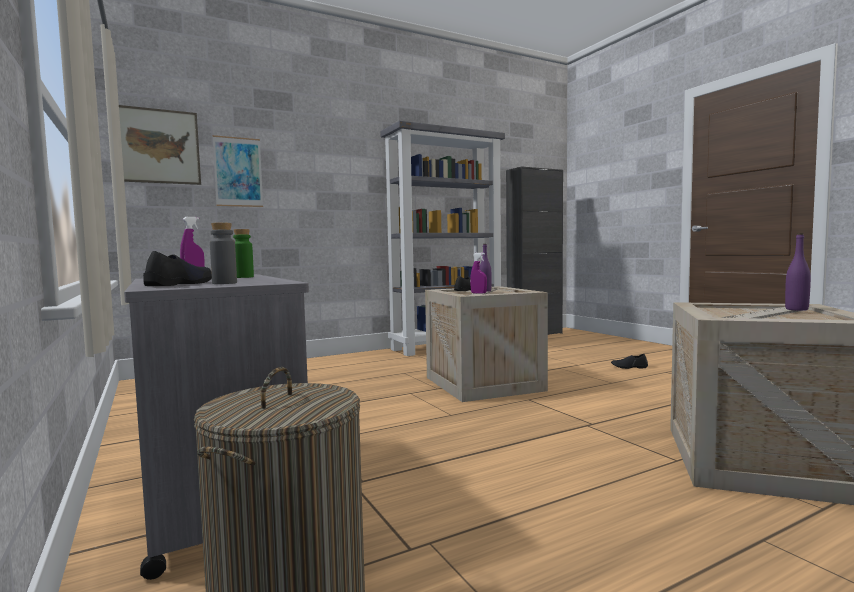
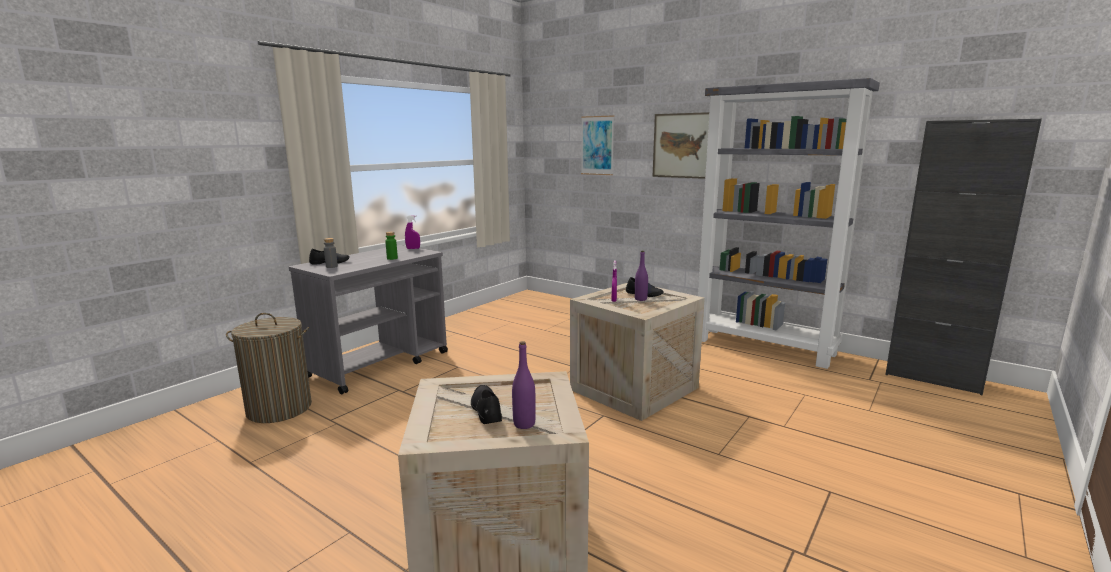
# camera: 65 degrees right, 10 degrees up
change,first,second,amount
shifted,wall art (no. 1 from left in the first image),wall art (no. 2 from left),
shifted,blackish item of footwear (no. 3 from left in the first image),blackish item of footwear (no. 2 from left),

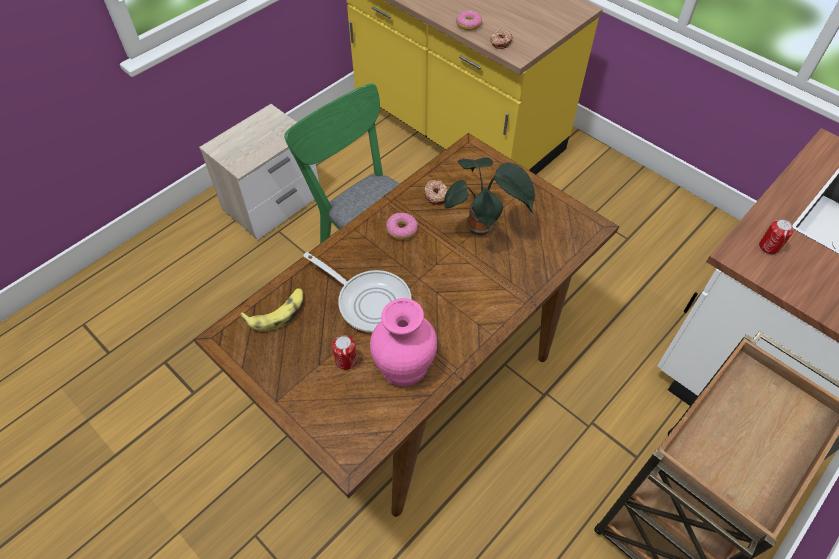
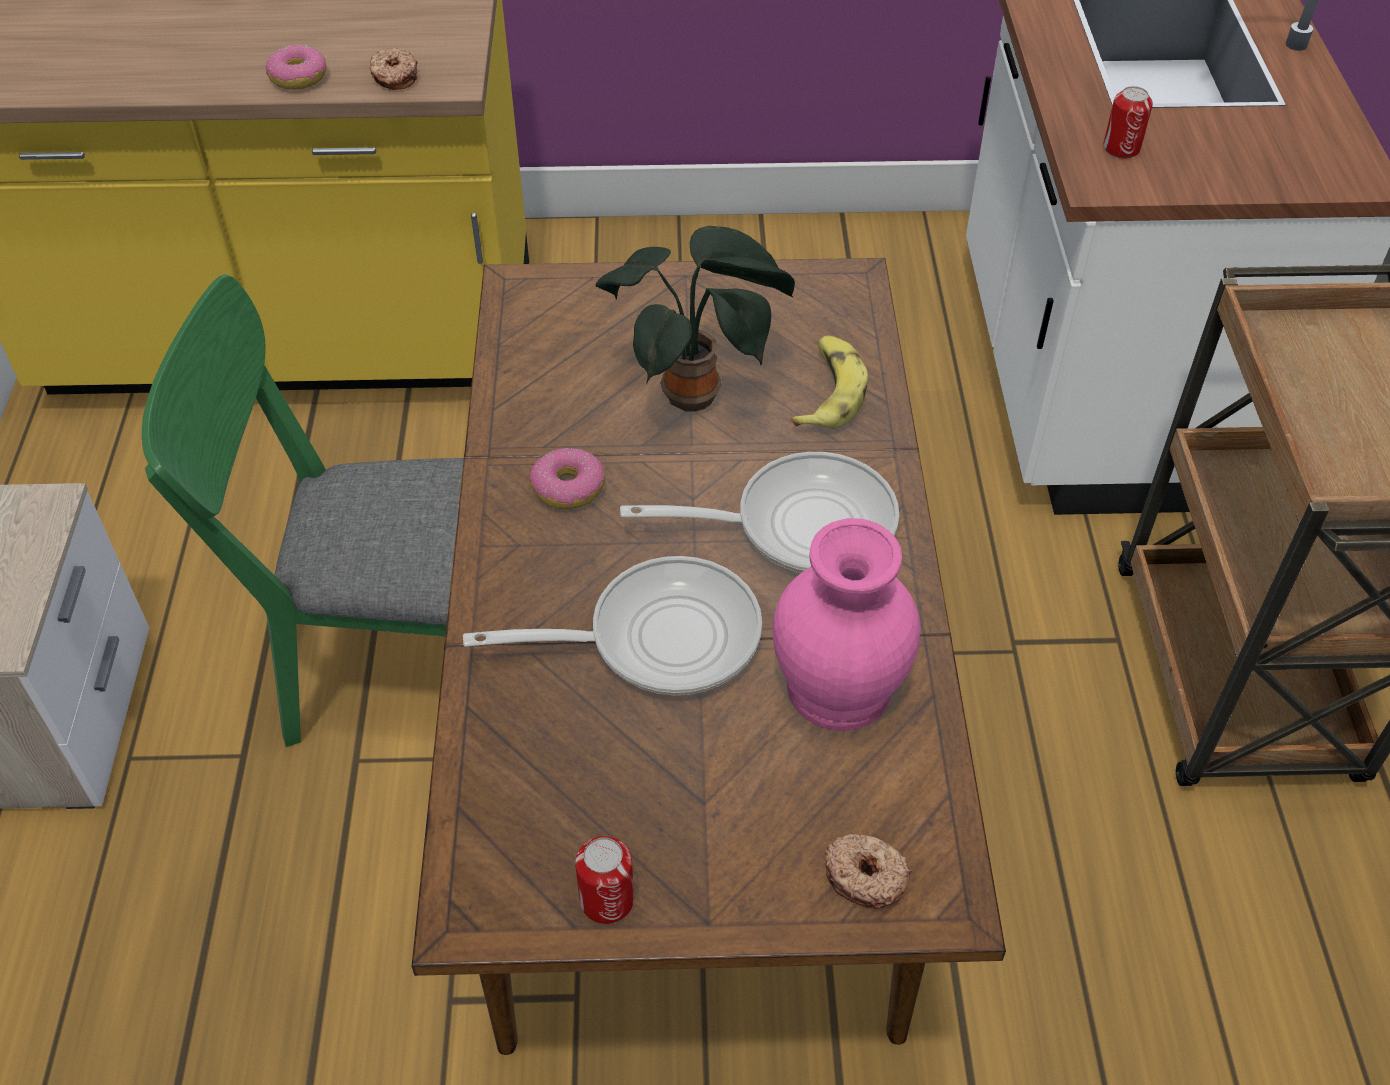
# camera: 45 degrees left, 5 degrees down
change,first,second,amount
shifted,donut (no. 2 from left in the first image),donut (no. 4 from left),
shifted,banana fruit,,
shifted,metal can (no. 1 from left),,
new,,pan (no. 2 from left),

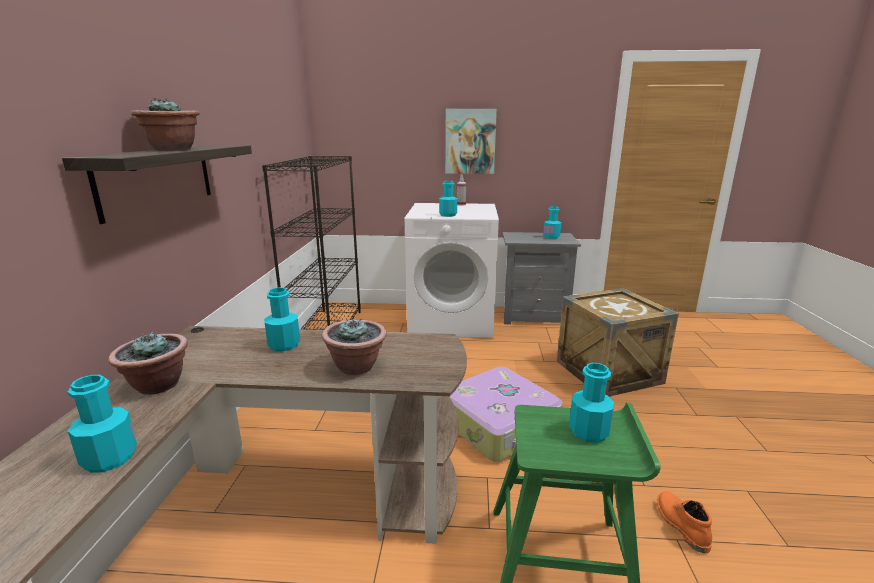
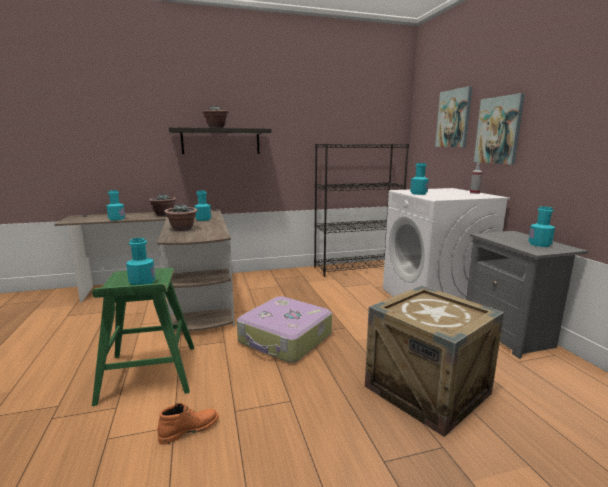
# camera: 70 degrees right, 5 degrees down
change,first,second,amount
new,,wall art (no. 1 from left),

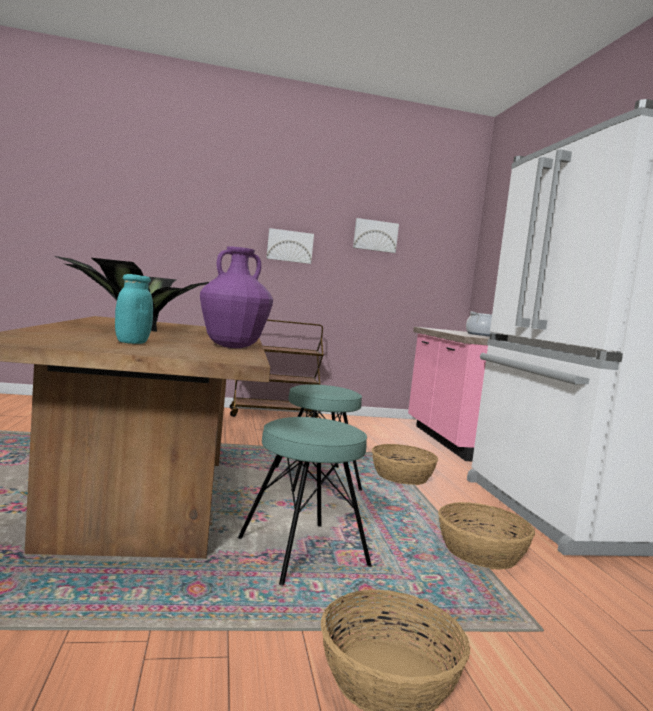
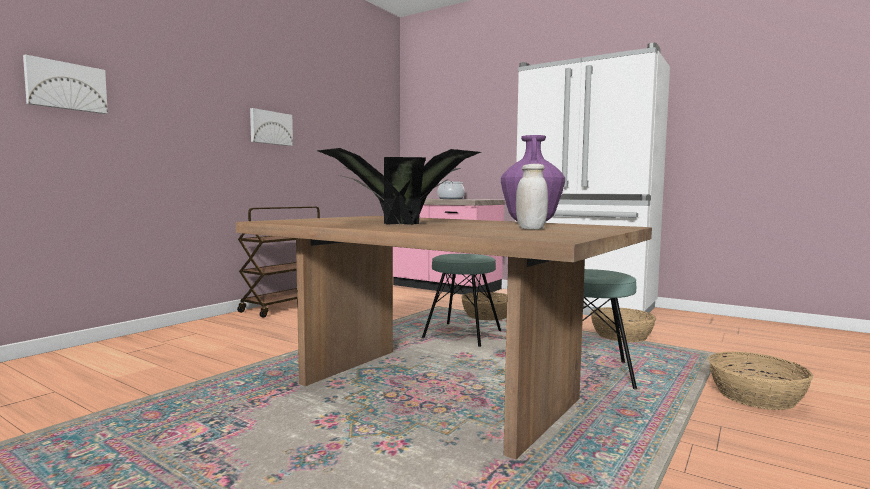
# camera: 45 degrees left, 0 degrees up
change,first,second,amount
shifted,wall art (no. 2 from left in the first image),wall art (no. 1 from left),
repainted,blue-green storage jar,white-coloured storage jar,

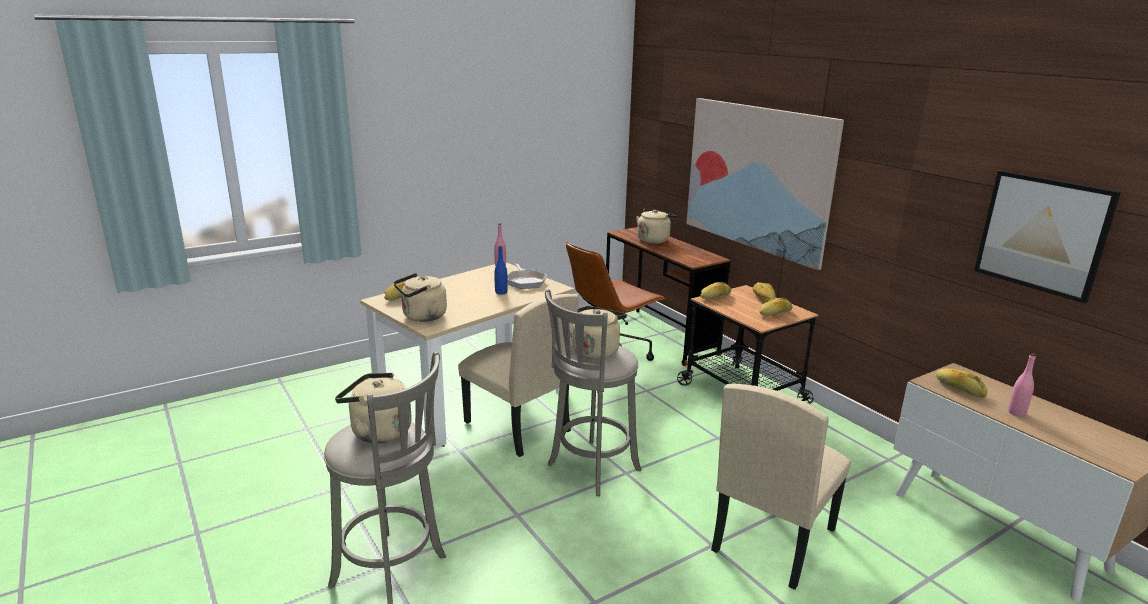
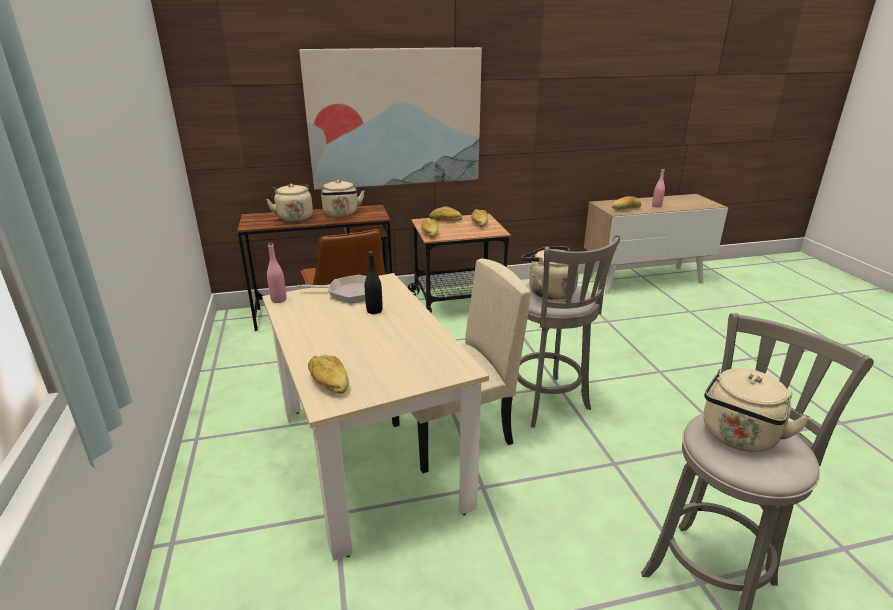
# camera: 70 degrees left, 5 degrees up
change,first,second,amount
gone,wall art (no. 2 from left),,
repainted,blue-coloured drink bottle,blackish drink bottle,
shifted,sand-coloured tea kettle (no. 2 from left),,
gone,sand-coloured plain chair (no. 2 from left),,

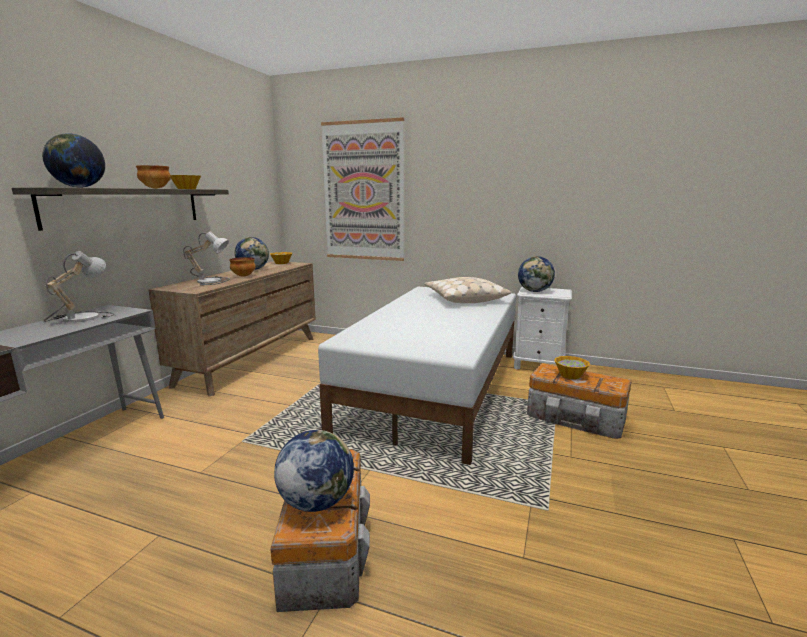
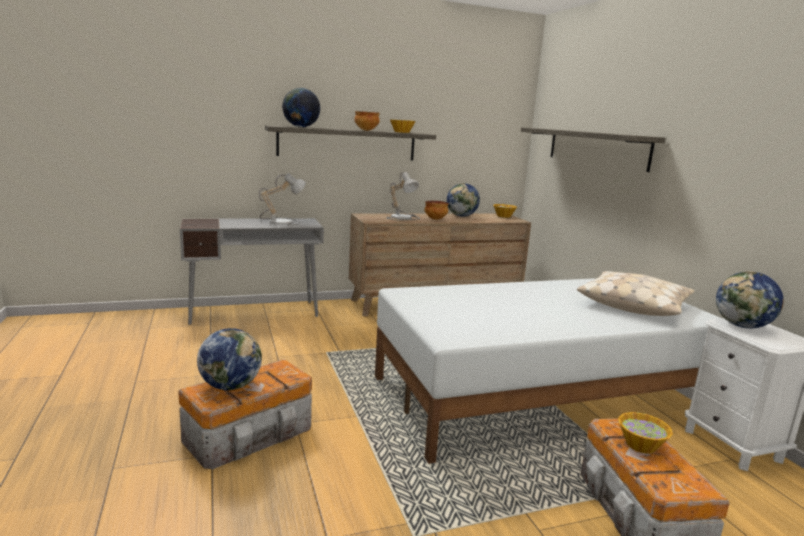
# camera: 50 degrees right, 0 degrees up
change,first,second,amount
swapped,wall art,shelf (no. 2 from left),

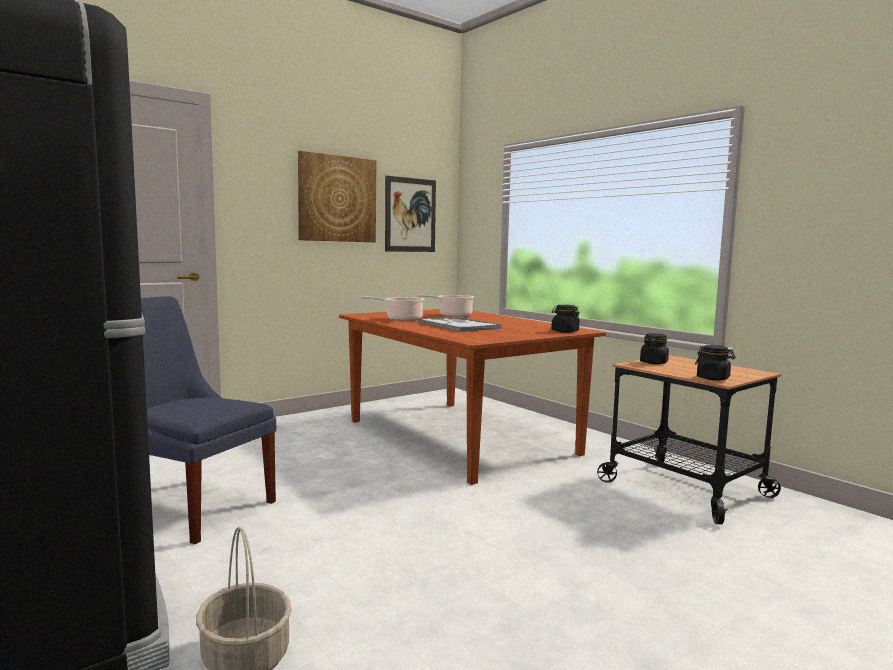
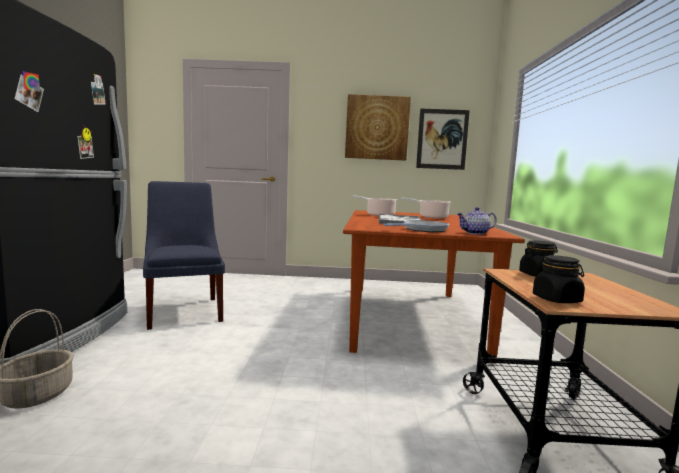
# camera: 40 degrees right, 0 degrees up
change,first,second,amount
swapped,blackish storage jar (no. 1 from left),tea pot,
new,,pan,

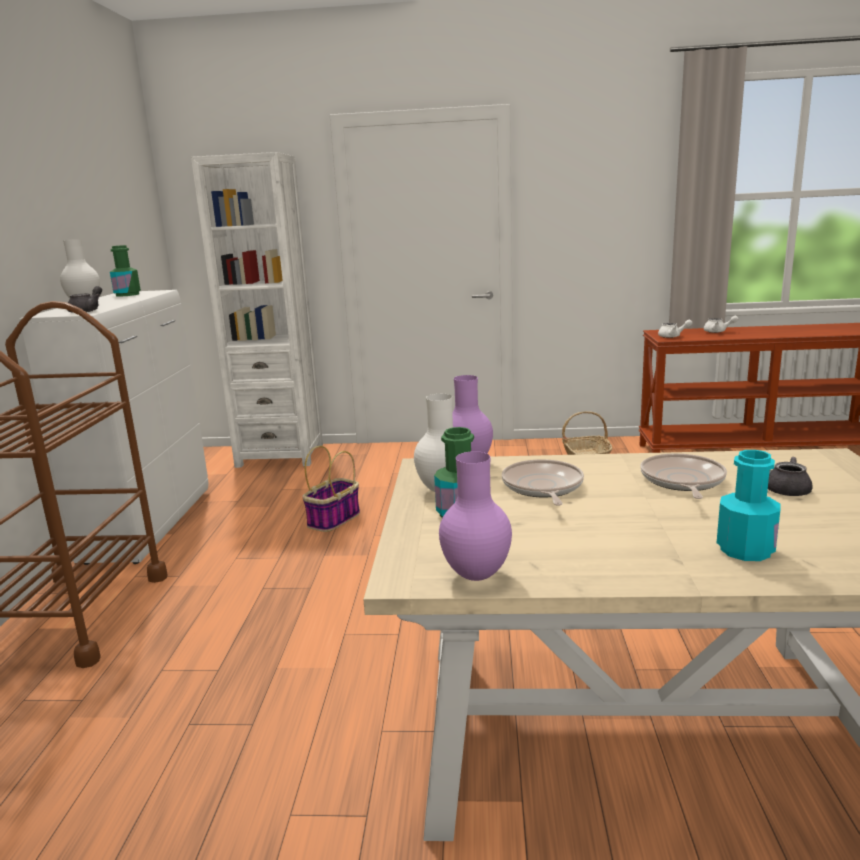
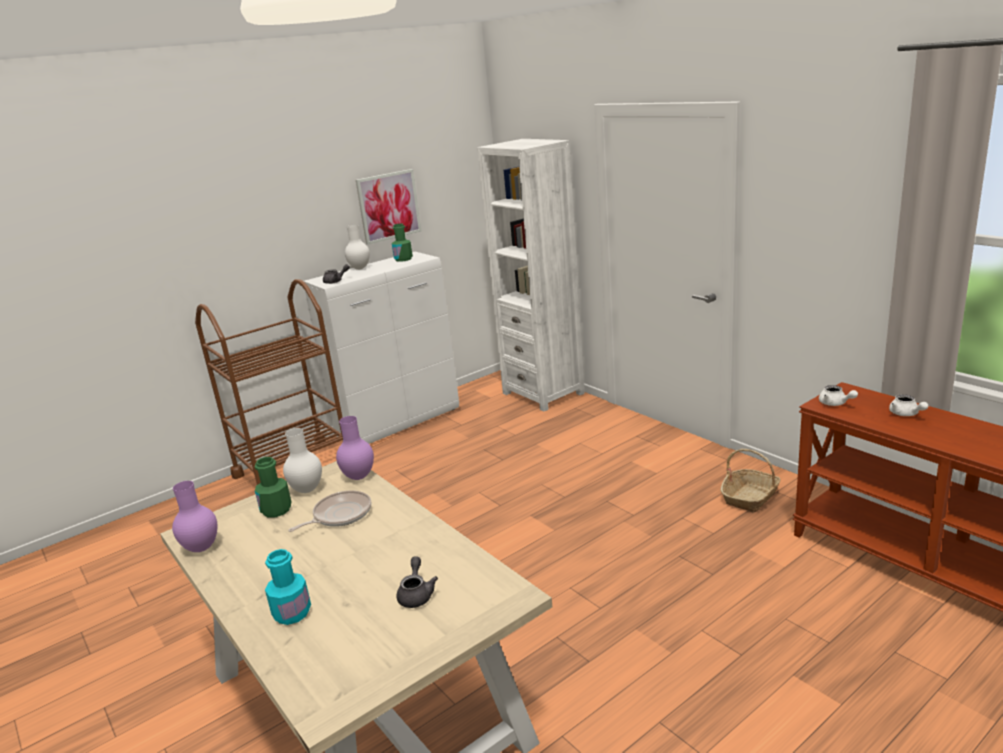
# camera: 50 degrees right, 5 degrees up
change,first,second,amount
gone,household basket (no. 1 from left),,
gone,pan (no. 2 from left),,
new,,wall art,

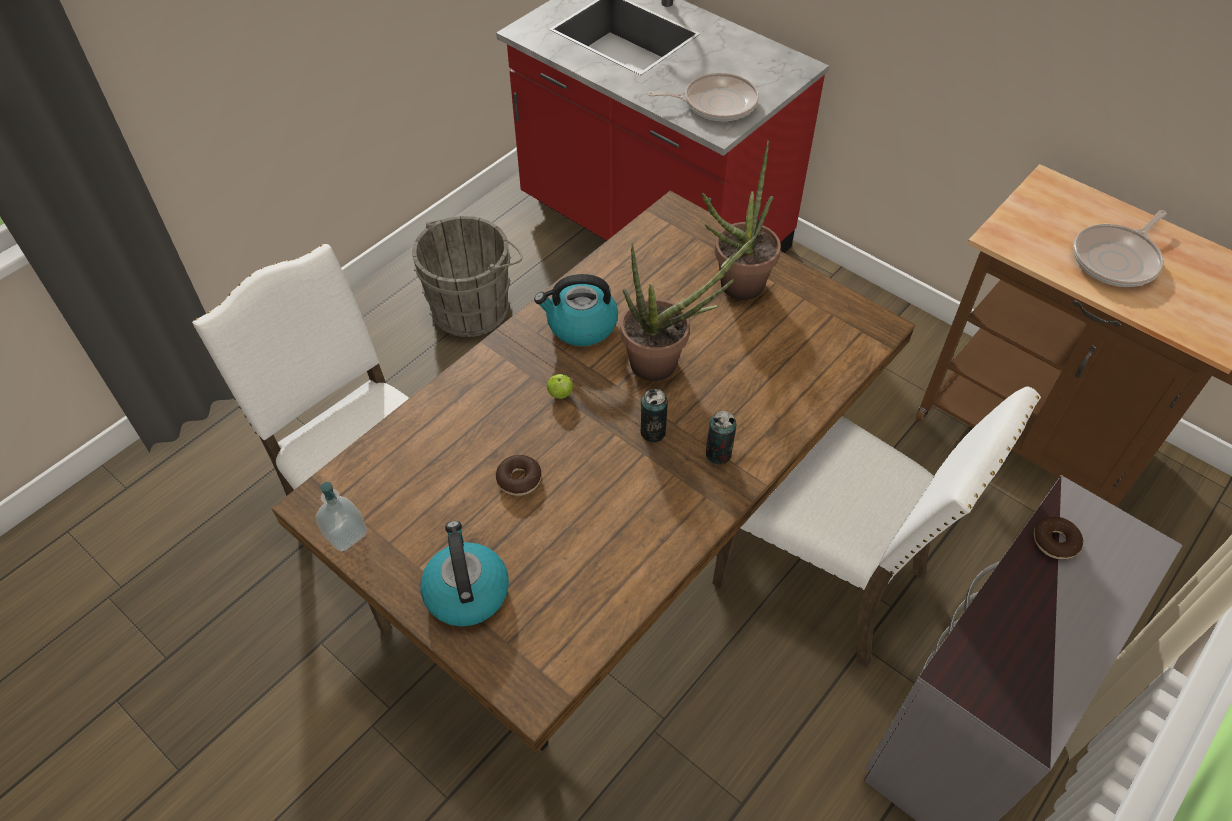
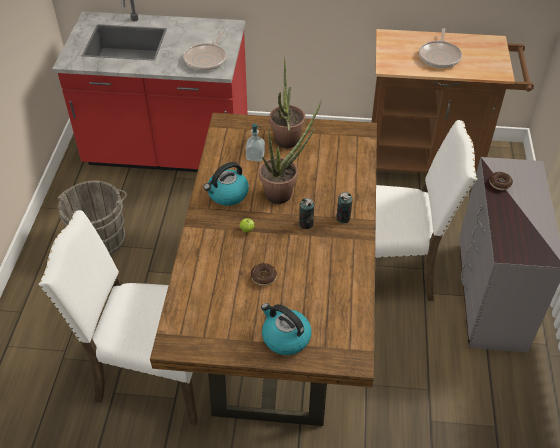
# camera: 35 degrees left, 5 degrees down
change,first,second,amount
rotated,pan (no. 1 from left),,150 degrees clockwise
shifted,liquid soap bottle,,

